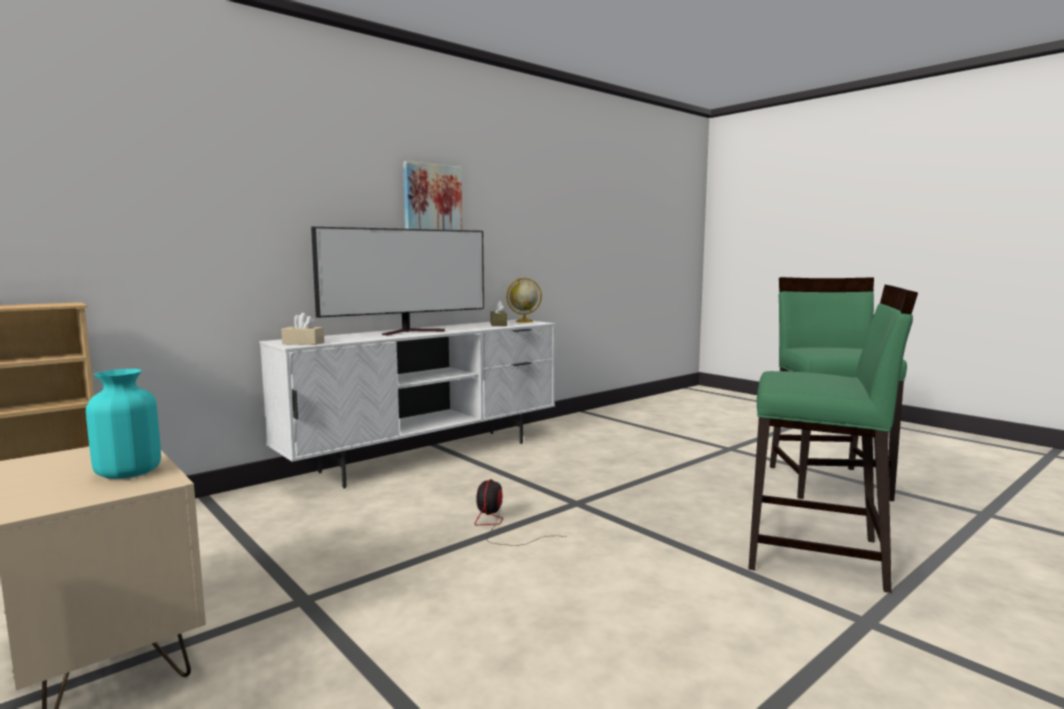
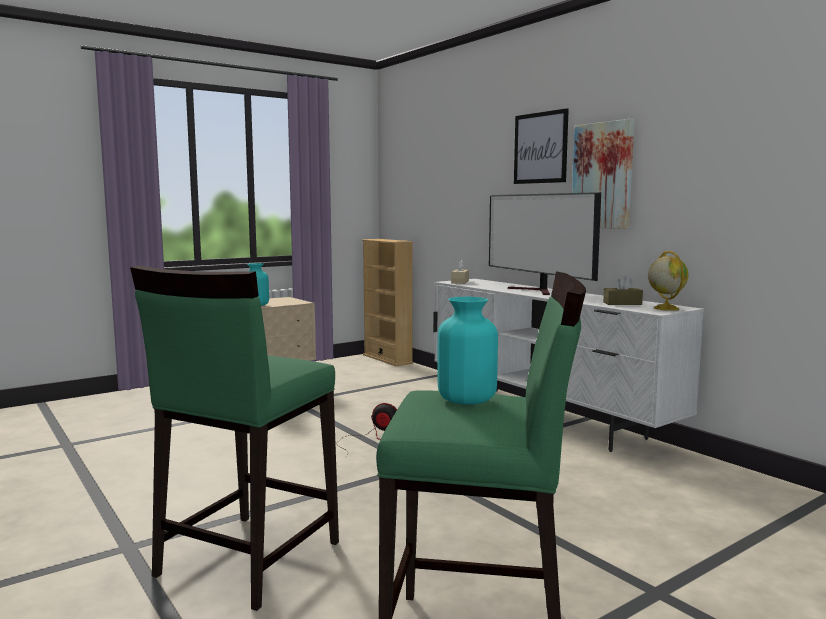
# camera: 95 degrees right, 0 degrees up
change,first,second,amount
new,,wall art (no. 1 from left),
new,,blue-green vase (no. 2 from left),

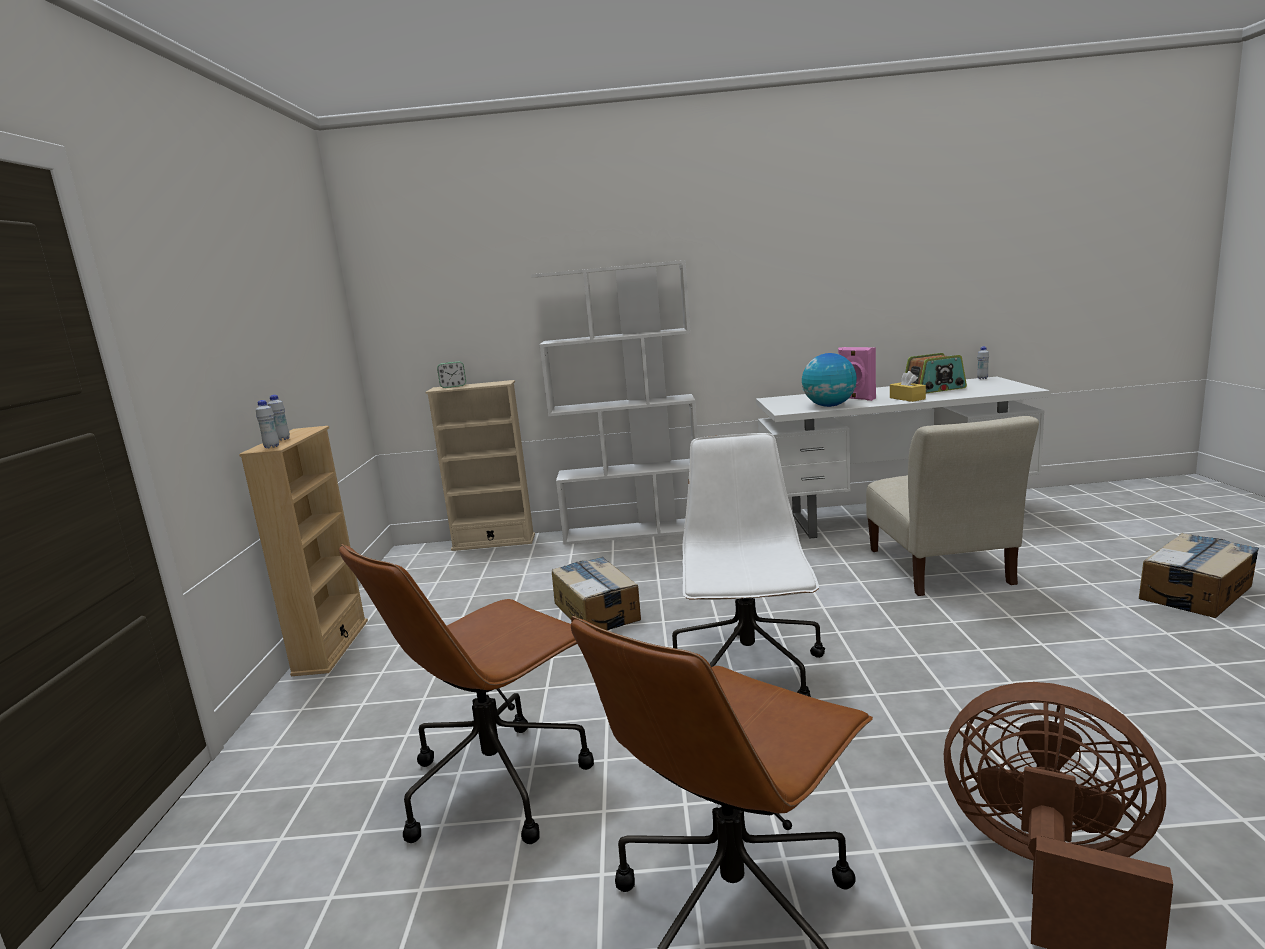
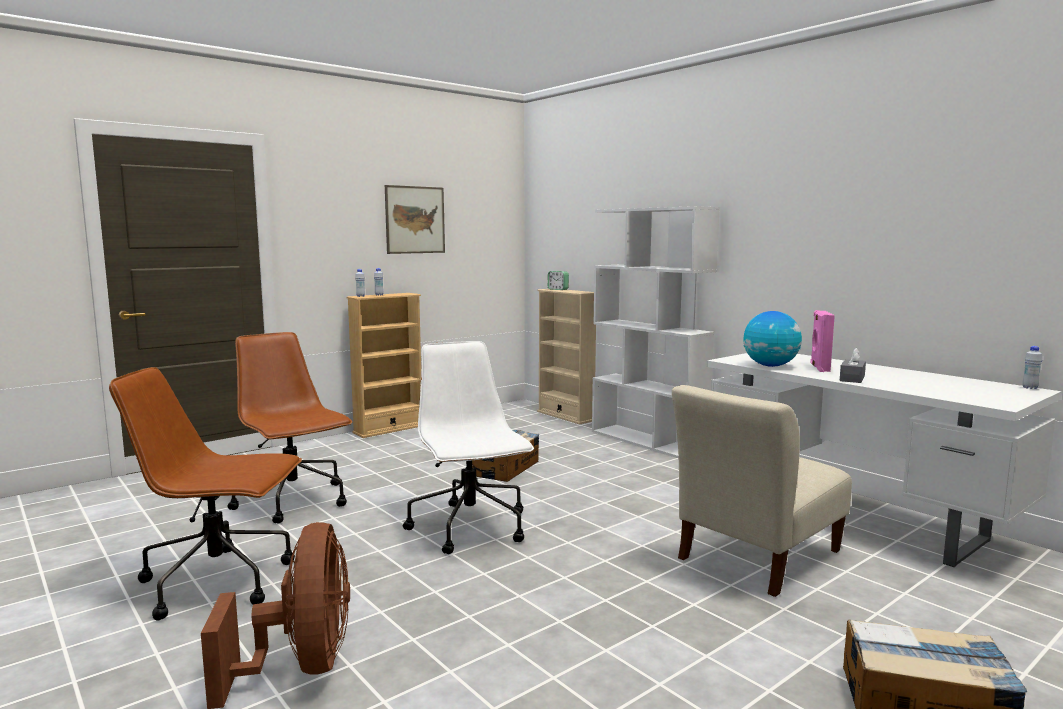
# camera: 50 degrees right, 5 degrees down
change,first,second,amount
gone,radio receiver,,
repainted,yellow tissue holder,greyish tissue holder,
rotated,white-coloured desk chair,,75 degrees counterclockwise
rotated,brown desk chair (no. 1 from left in the first image),brown desk chair (no. 2 from left),45 degrees clockwise
new,,wall art,

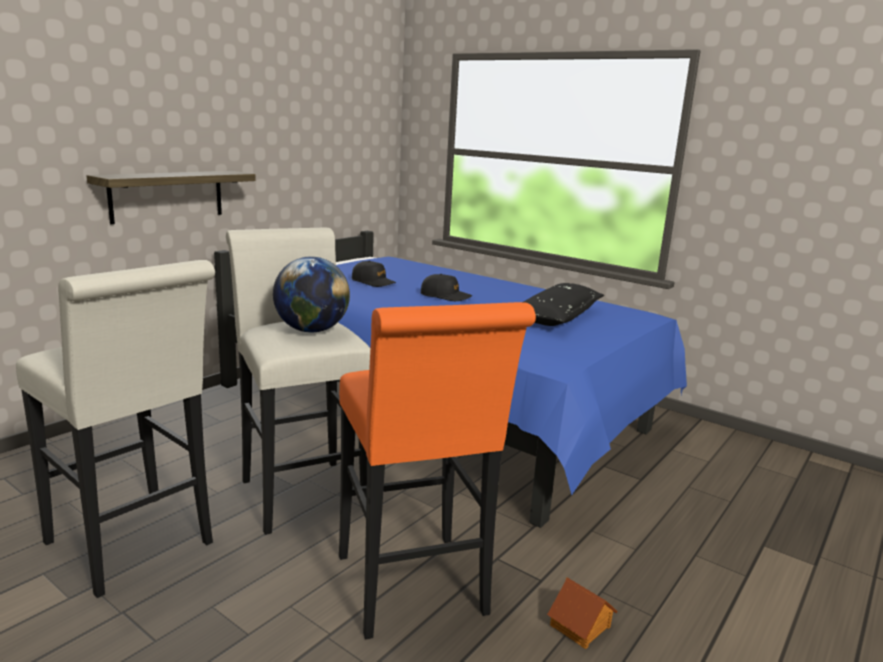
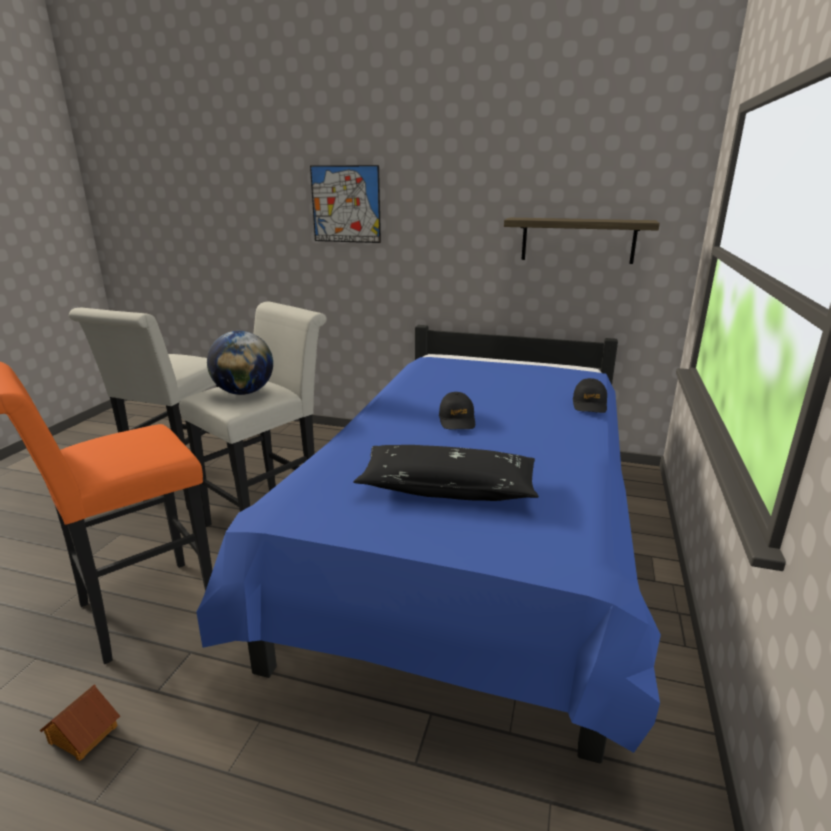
# camera: 70 degrees right, 5 degrees up
change,first,second,amount
shifted,shelf,,
shifted,blackish baseball cap (no. 1 from left in the first image),blackish baseball cap (no. 2 from left),
new,,wall art,

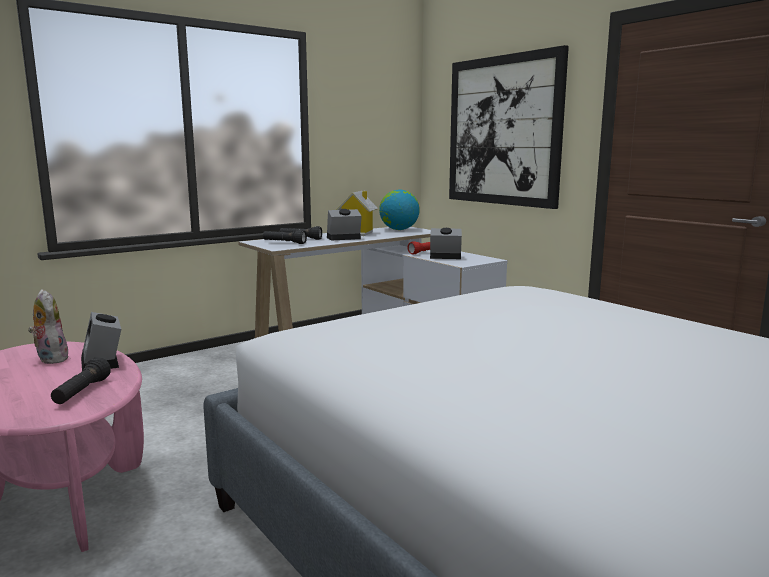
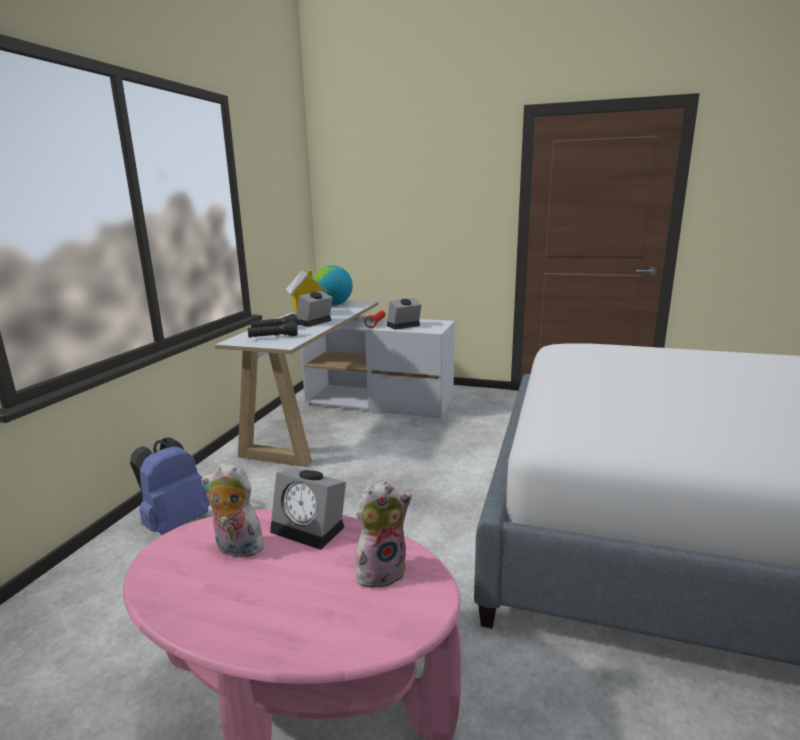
# camera: 35 degrees left, 5 degrees up
change,first,second,amount
gone,wall art,,
swapped,blackish hand torch (no. 1 from left),cuddly toy (no. 2 from left),
new,,blue-coloured rucksack,

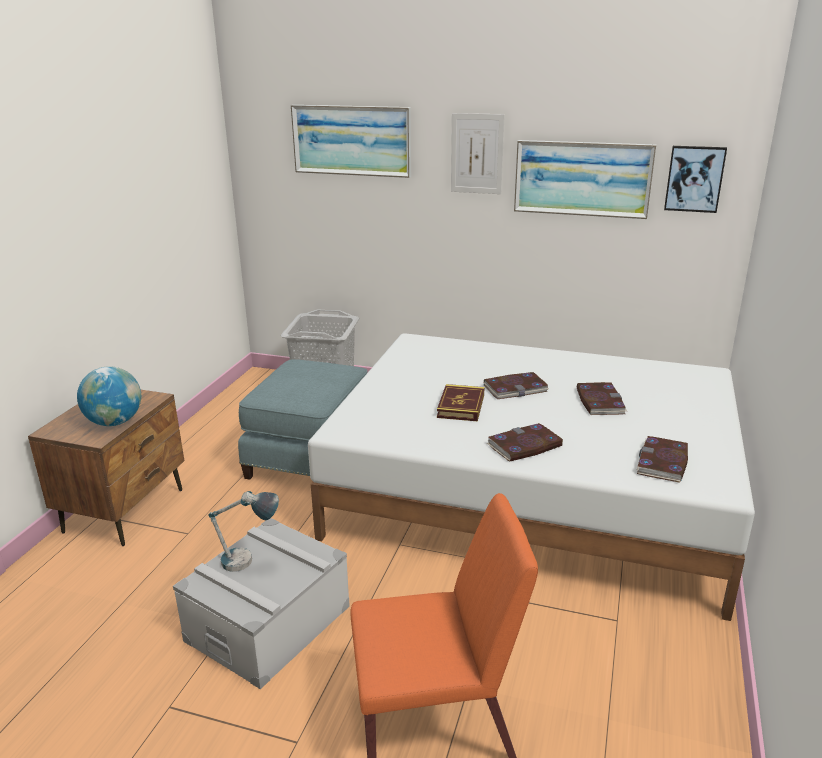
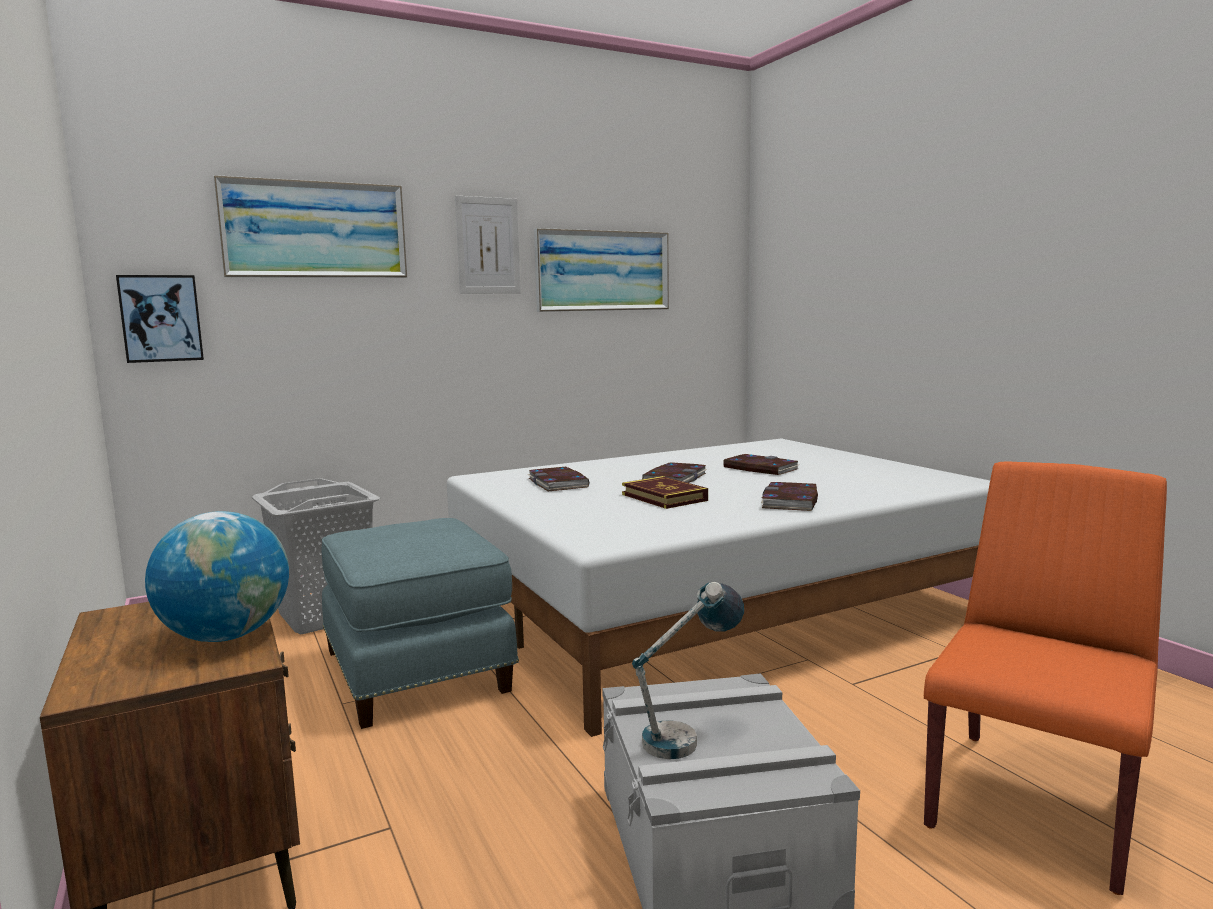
# camera: 45 degrees left, 15 degrees down
change,first,second,amount
shifted,wall art (no. 4 from left in the first image),wall art (no. 1 from left),
shifted,bound book (no. 5 from left in the first image),bound book (no. 1 from left),

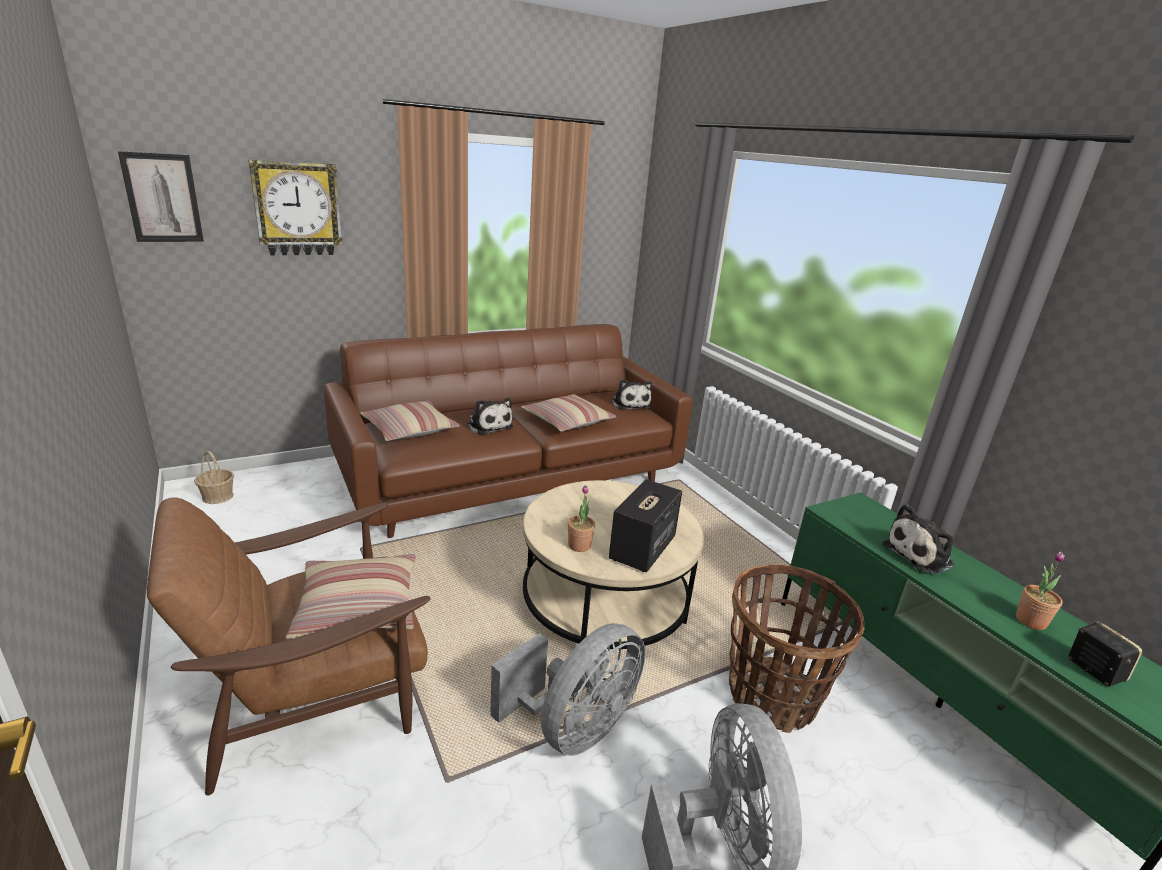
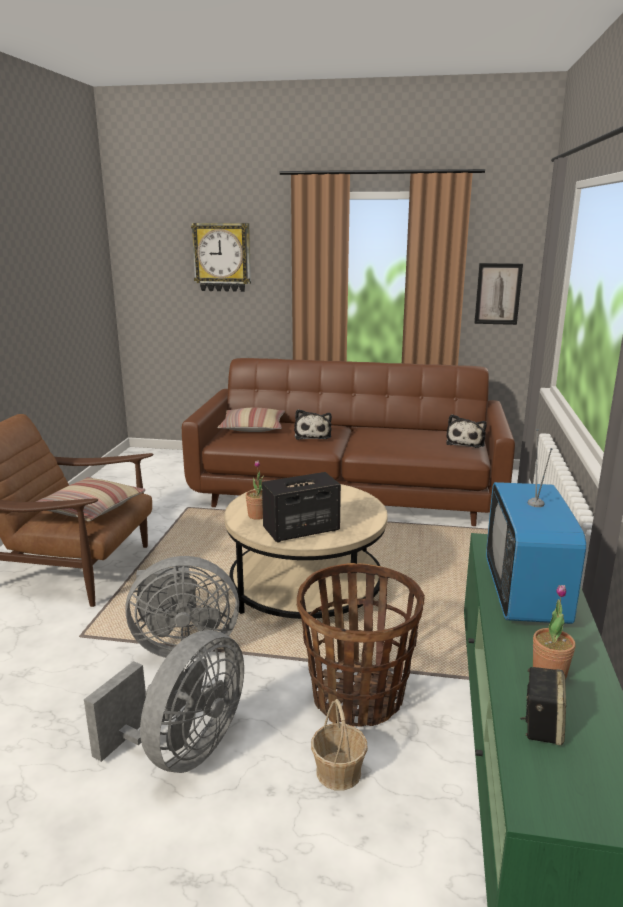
# camera: 40 degrees right, 5 degrees down
change,first,second,amount
shifted,wall art,,
gone,pillow (no. 3 from left),,
shifted,household basket (no. 1 from left),,
swapped,cuddly toy (no. 3 from left),television,

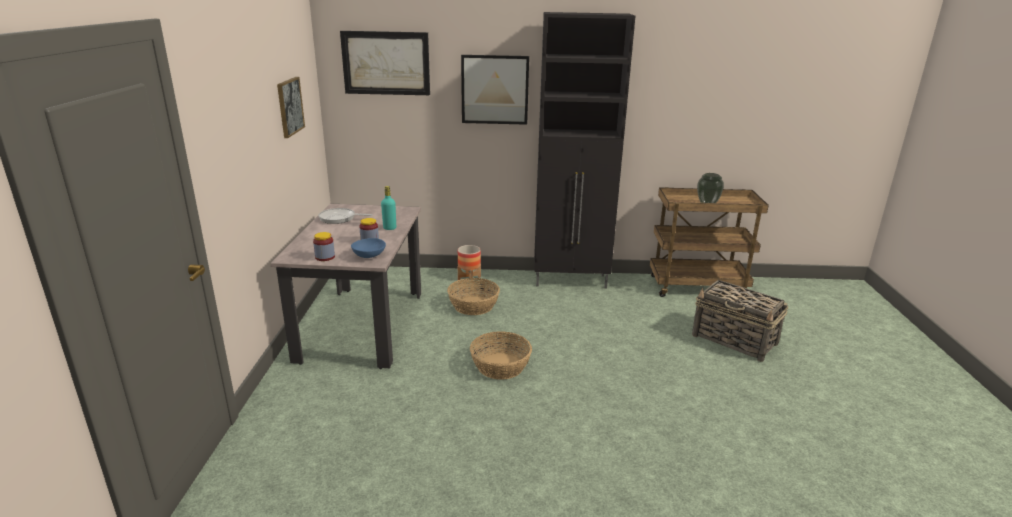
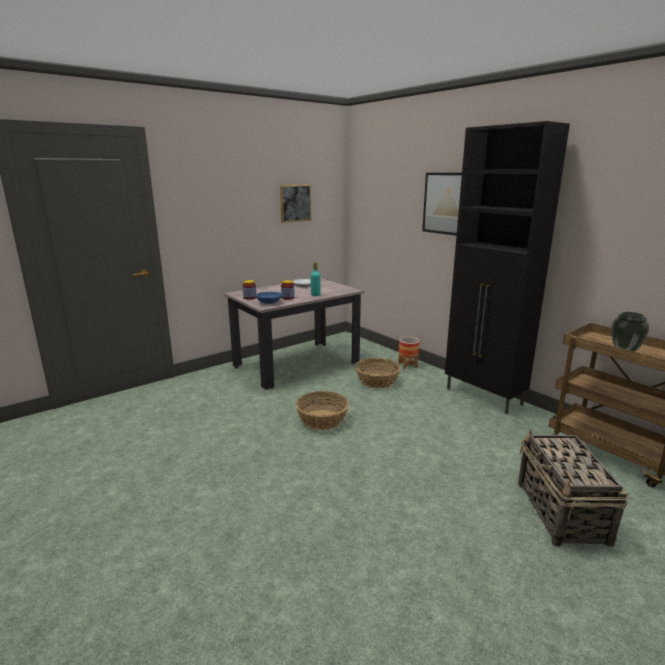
# camera: 50 degrees right, 5 degrees down
change,first,second,amount
gone,wall art (no. 2 from left),,

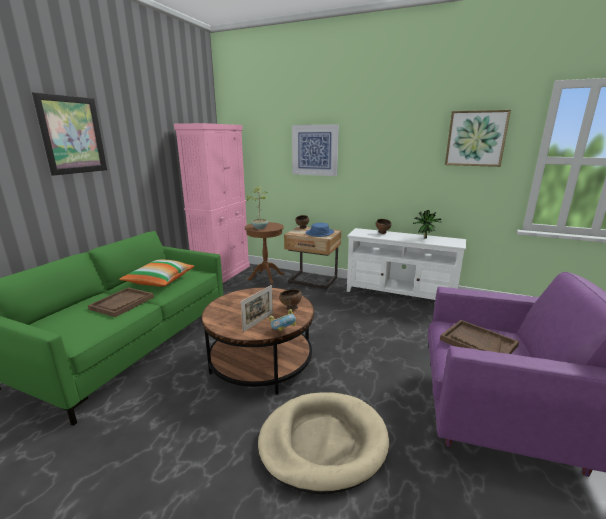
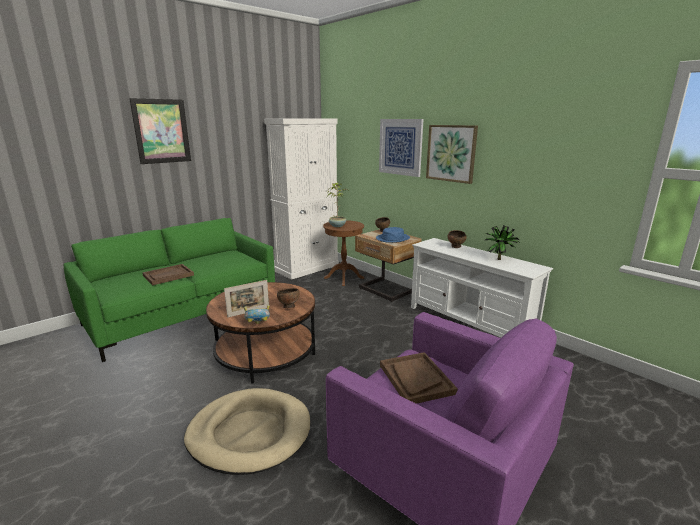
# camera: 25 degrees right, 0 degrees up
change,first,second,amount
shifted,wall art (no. 3 from left),,
repainted,pink-coloured storage cabinet,white-coloured storage cabinet,
gone,pillow,,

